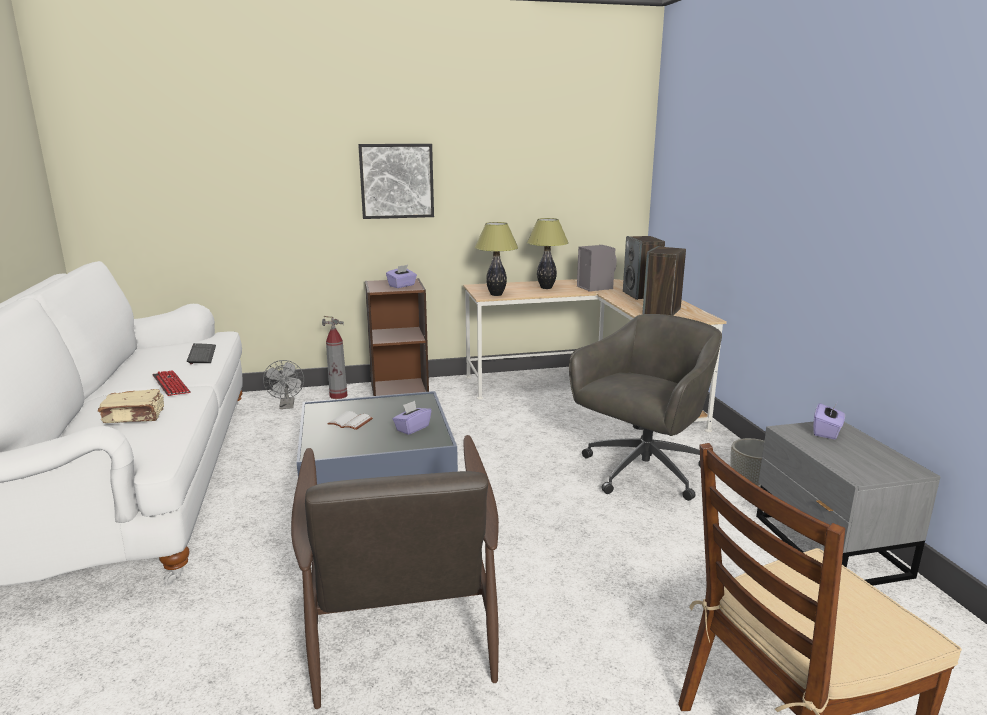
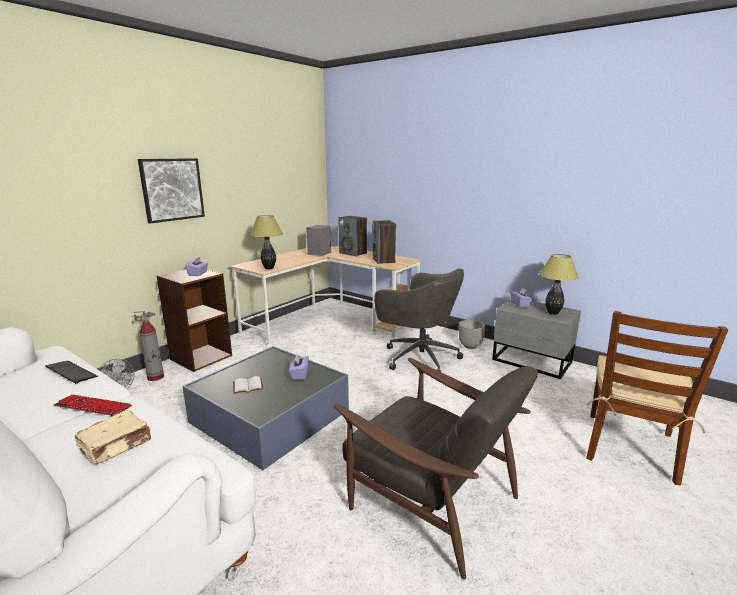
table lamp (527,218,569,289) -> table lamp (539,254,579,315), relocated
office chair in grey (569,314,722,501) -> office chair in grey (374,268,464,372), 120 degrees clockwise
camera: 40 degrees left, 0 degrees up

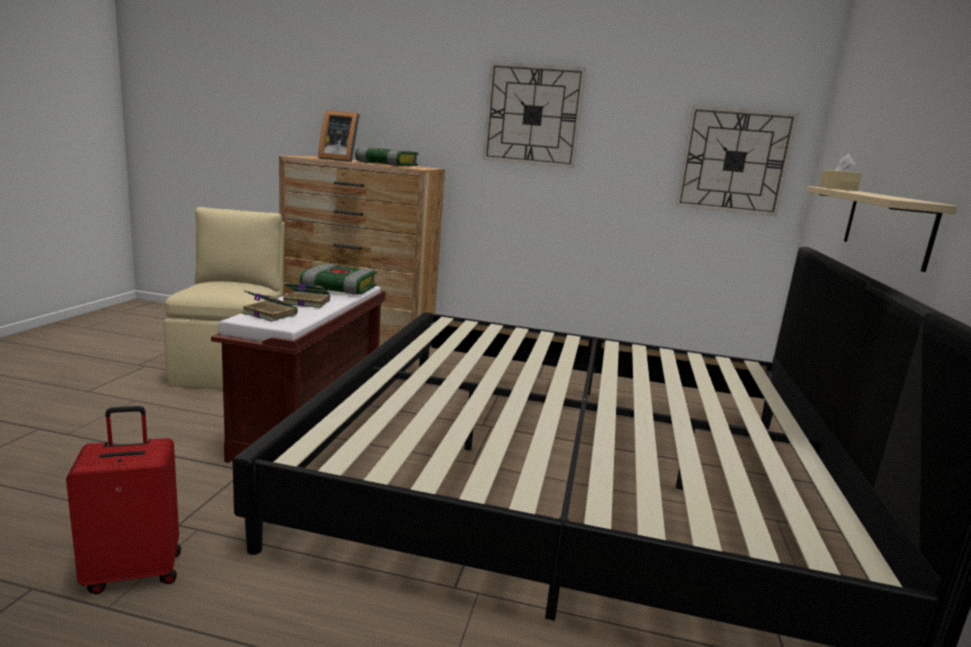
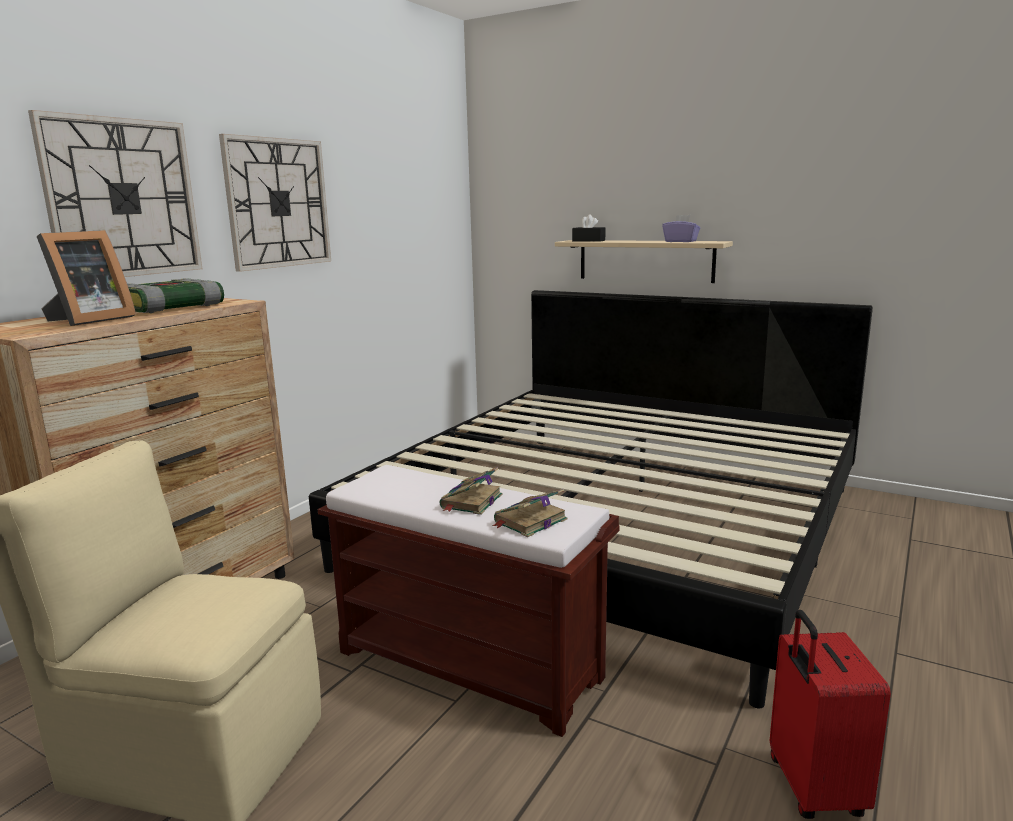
wall clock (675,105,799,217) -> wall clock (28,110,202,277), relocated
tissue box in beige (819,154,862,191) -> tissue box in black (572,214,605,242)
book (300,263,377,295) -> none
none -> tissue box in purple (662,215,700,242)
camera: 70 degrees left, 0 degrees up

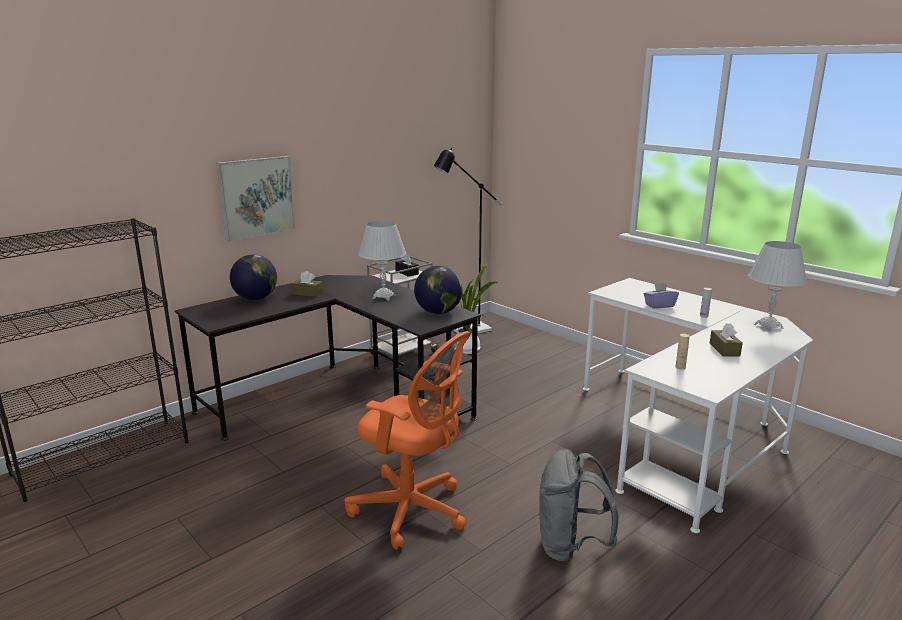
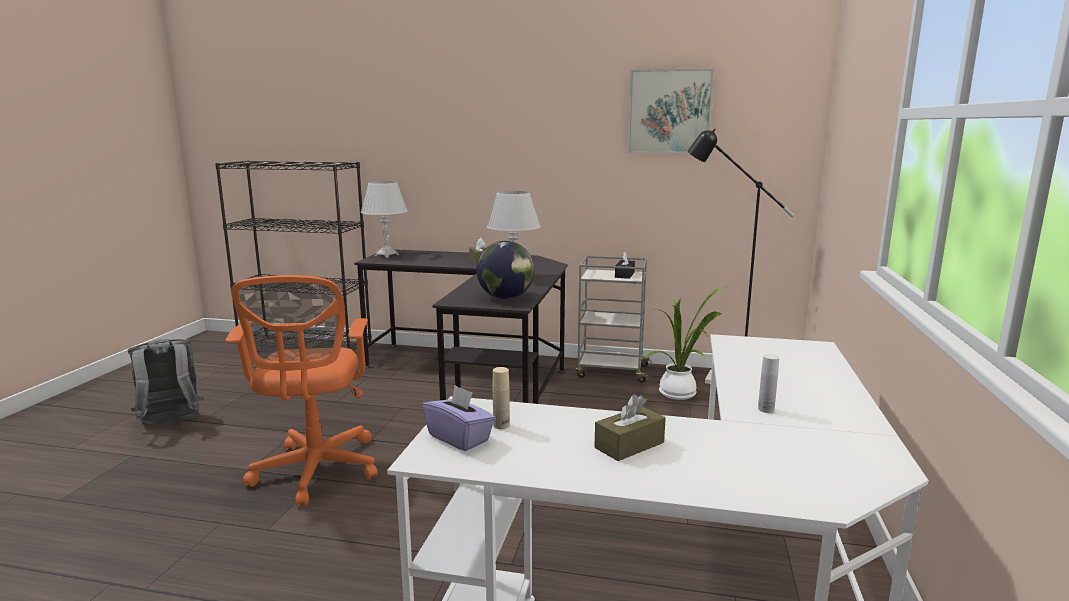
picture (216,156,296,242) -> picture (628,68,714,153), relocated
table lamp in white (748,241,807,331) -> table lamp in white (361,181,408,258), relocated
globe (230,254,277,300) -> none
tissue box in purple (644,282,679,309) -> tissue box in purple (422,385,496,451), relocated
backpack in grey (539,449,618,564) -> backpack in grey (128,339,204,425), relocated
camera: 55 degrees right, 5 degrees down

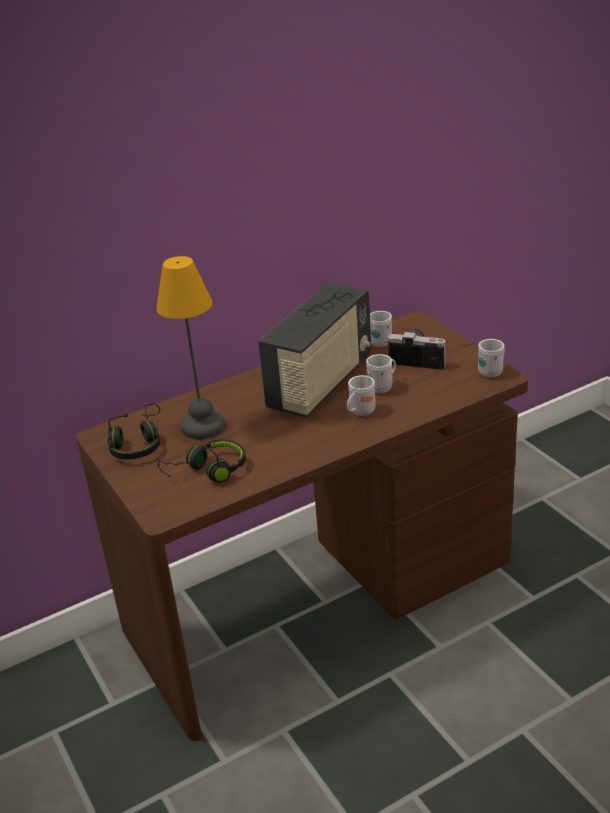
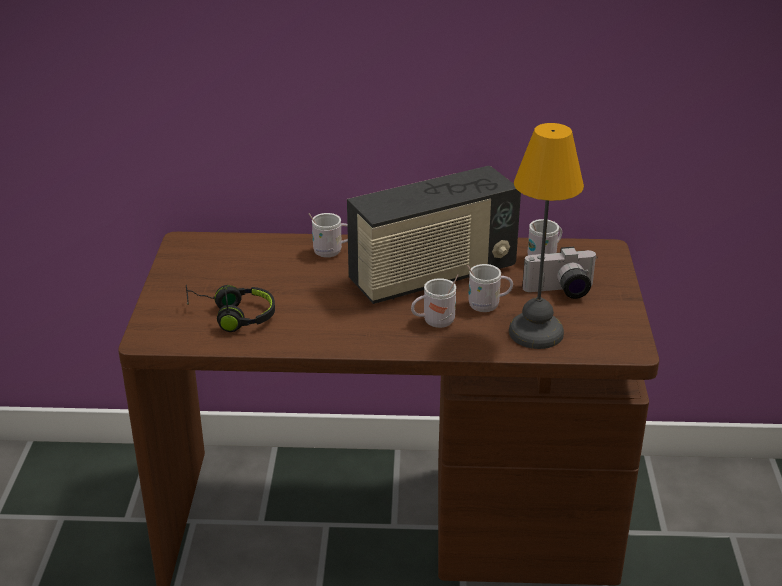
table lamp (156,256,225,439) -> table lamp (509,123,584,349), relocated
photo camera (387,329,447,370) -> photo camera (523,247,598,299), 120 degrees clockwise
mug in white (478,339,505,378) -> mug in white (308,213,348,258), relocated
headphones in black (107,403,160,460) -> none
camera: 30 degrees right, 0 degrees up

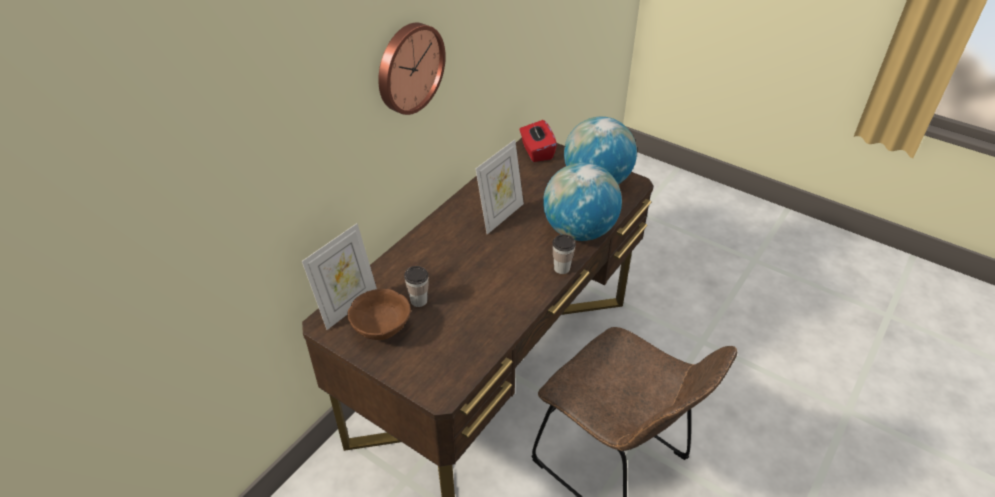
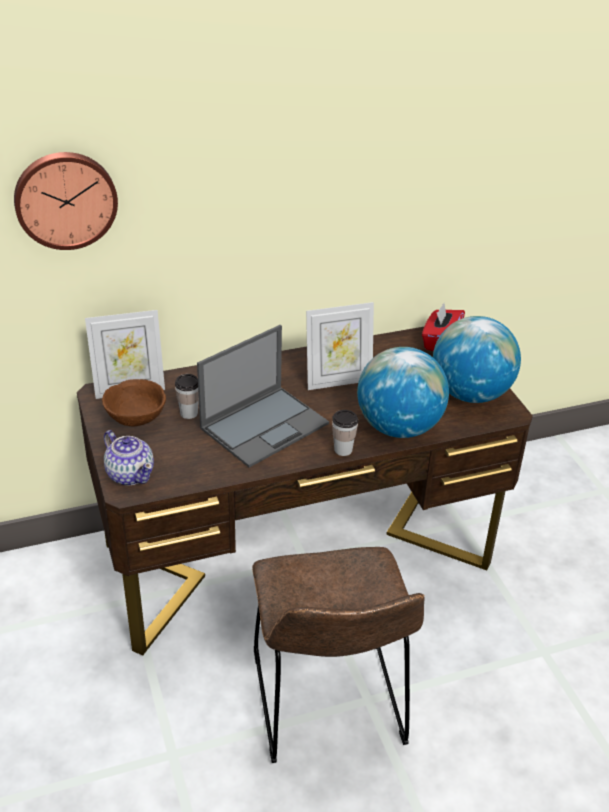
wall clock (378,23,446,115) -> wall clock (14,152,118,250), relocated
none -> laptop (197,325,329,468)
none -> teapot (104,430,154,486)
camera: 35 degrees right, 5 degrees down

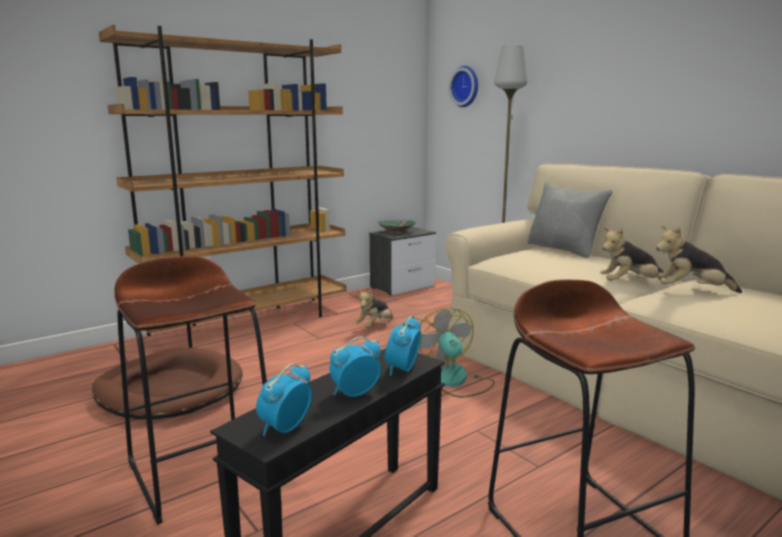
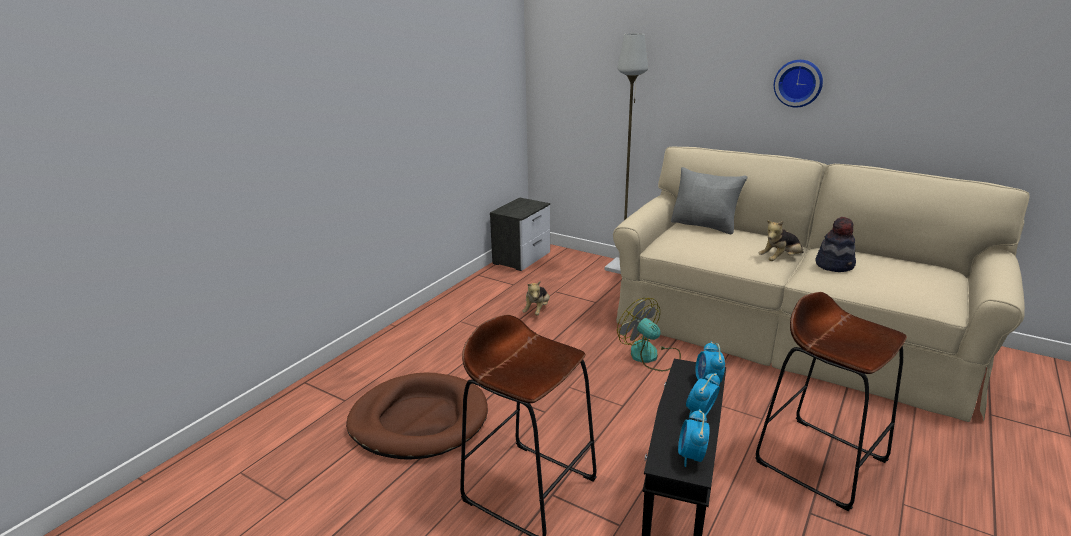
bookcase in brown (99,25,346,348) -> none
wall clock (449,66,478,107) -> wall clock (774,60,823,107), relocated
bowl in green (378,220,415,234) -> none
plush toy (656,225,742,293) -> hat (815,217,856,272)
camera: 20 degrees left, 10 degrees up

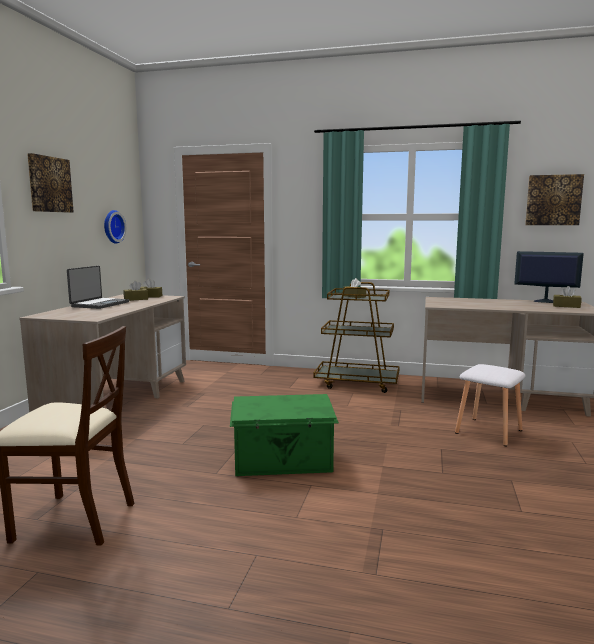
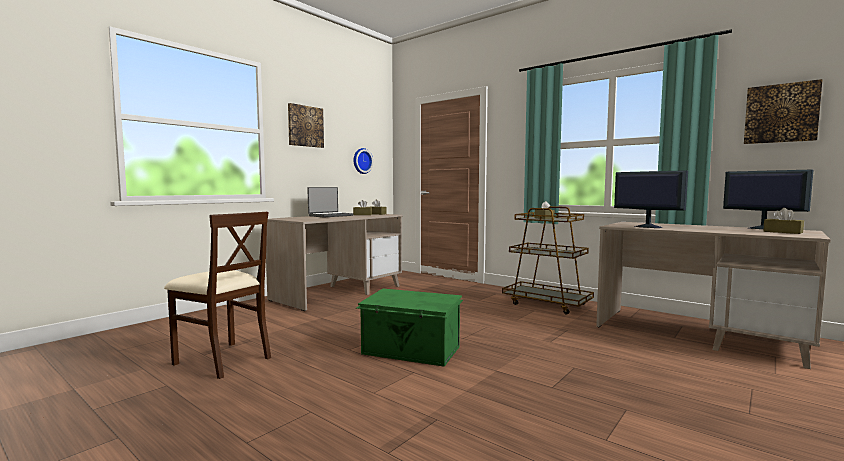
stool in white (455,364,525,446) -> none
none -> monitor (614,170,688,228)
camera: 25 degrees right, 5 degrees down

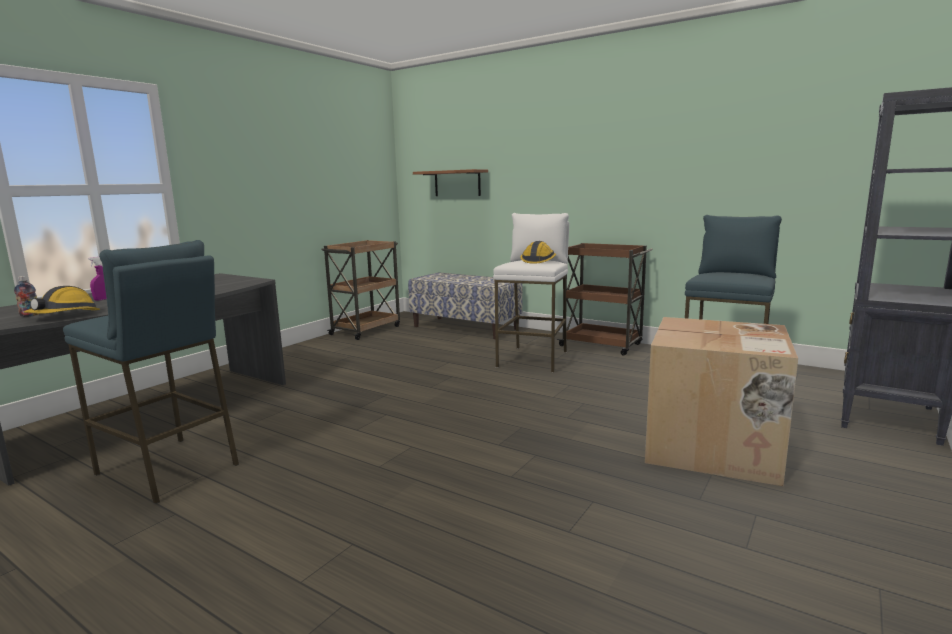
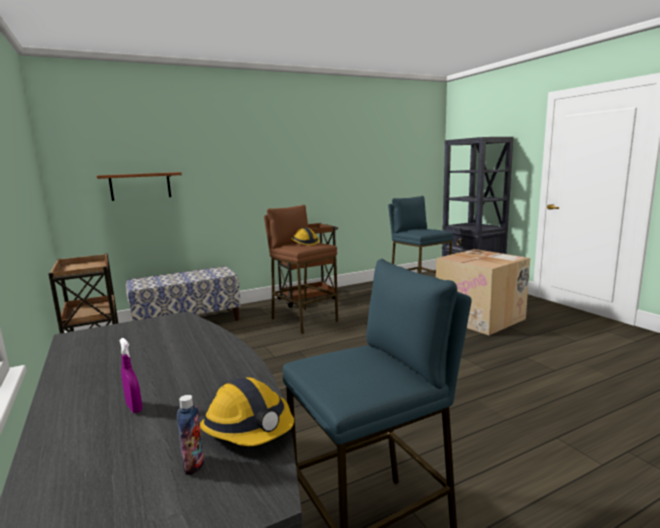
stool in white (493,213,569,373) -> stool in brown (264,205,338,334)
camera: 60 degrees left, 0 degrees up

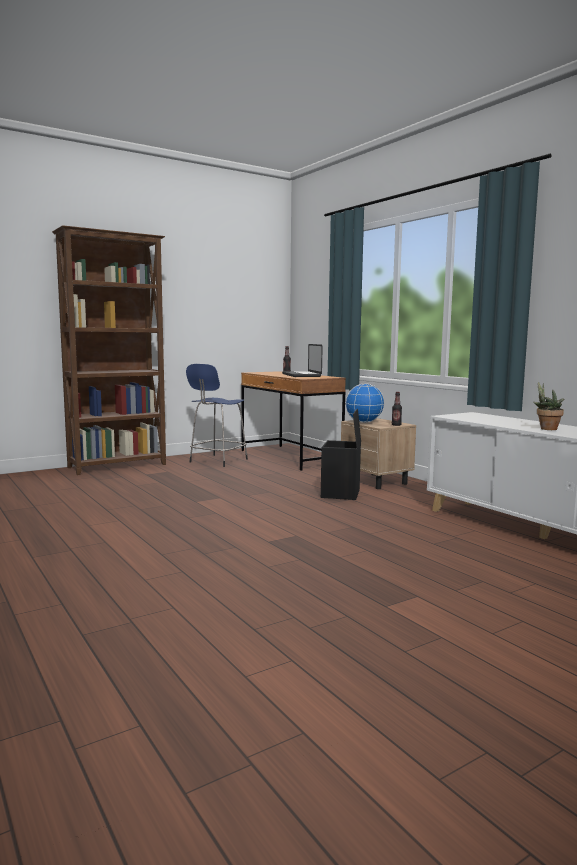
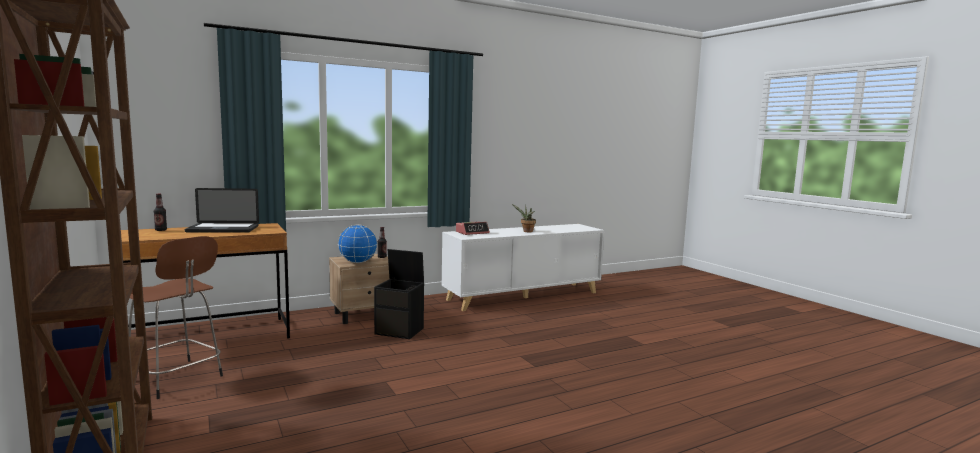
stool in blue (186,364,248,467) -> stool in brown (129,236,223,399)
none -> alarm clock (456,222,490,235)
camera: 85 degrees left, 0 degrees up

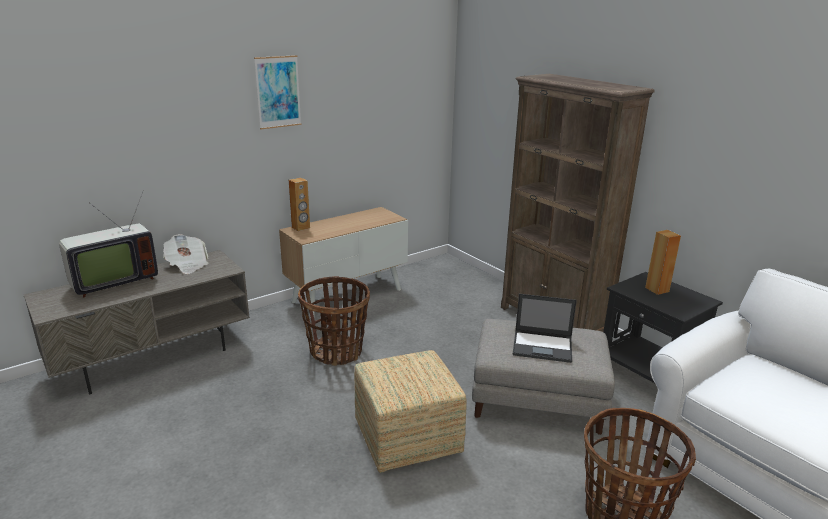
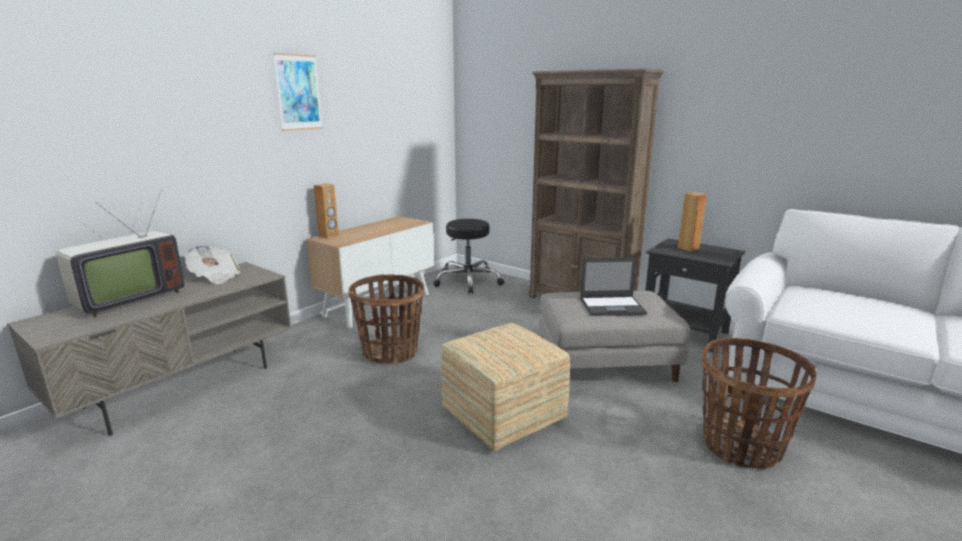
none -> stool in black (433,219,504,294)
camera: 15 degrees left, 5 degrees down

